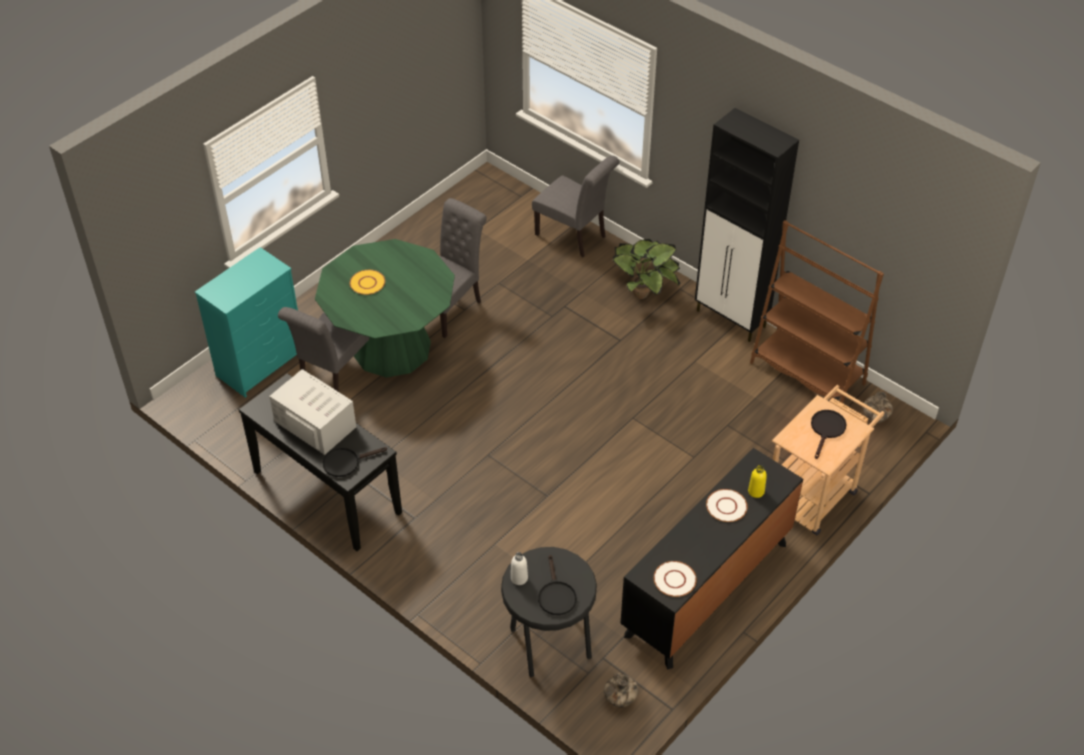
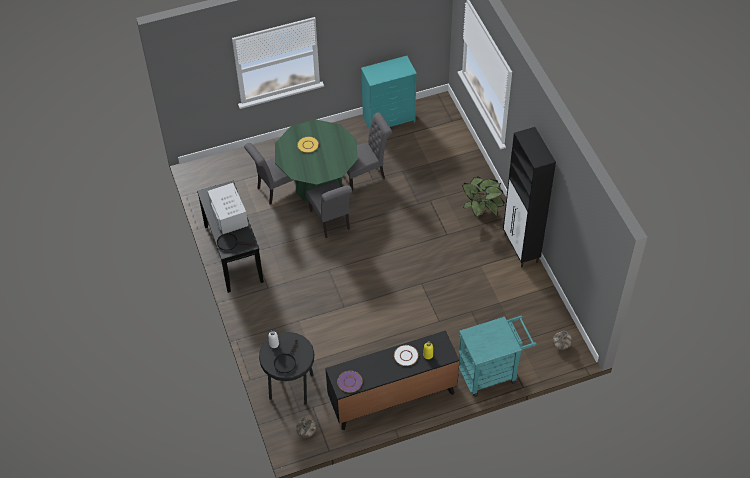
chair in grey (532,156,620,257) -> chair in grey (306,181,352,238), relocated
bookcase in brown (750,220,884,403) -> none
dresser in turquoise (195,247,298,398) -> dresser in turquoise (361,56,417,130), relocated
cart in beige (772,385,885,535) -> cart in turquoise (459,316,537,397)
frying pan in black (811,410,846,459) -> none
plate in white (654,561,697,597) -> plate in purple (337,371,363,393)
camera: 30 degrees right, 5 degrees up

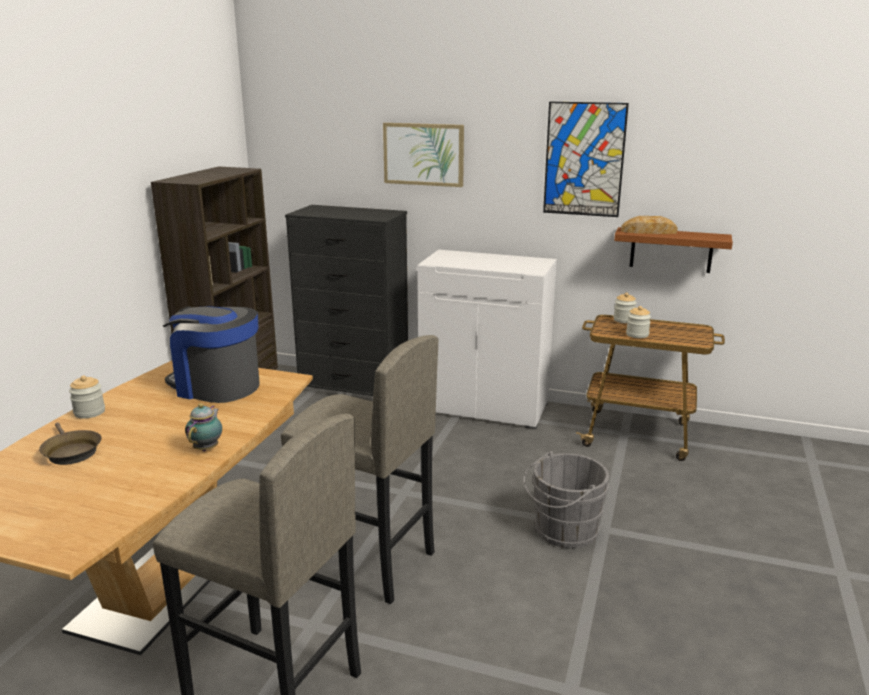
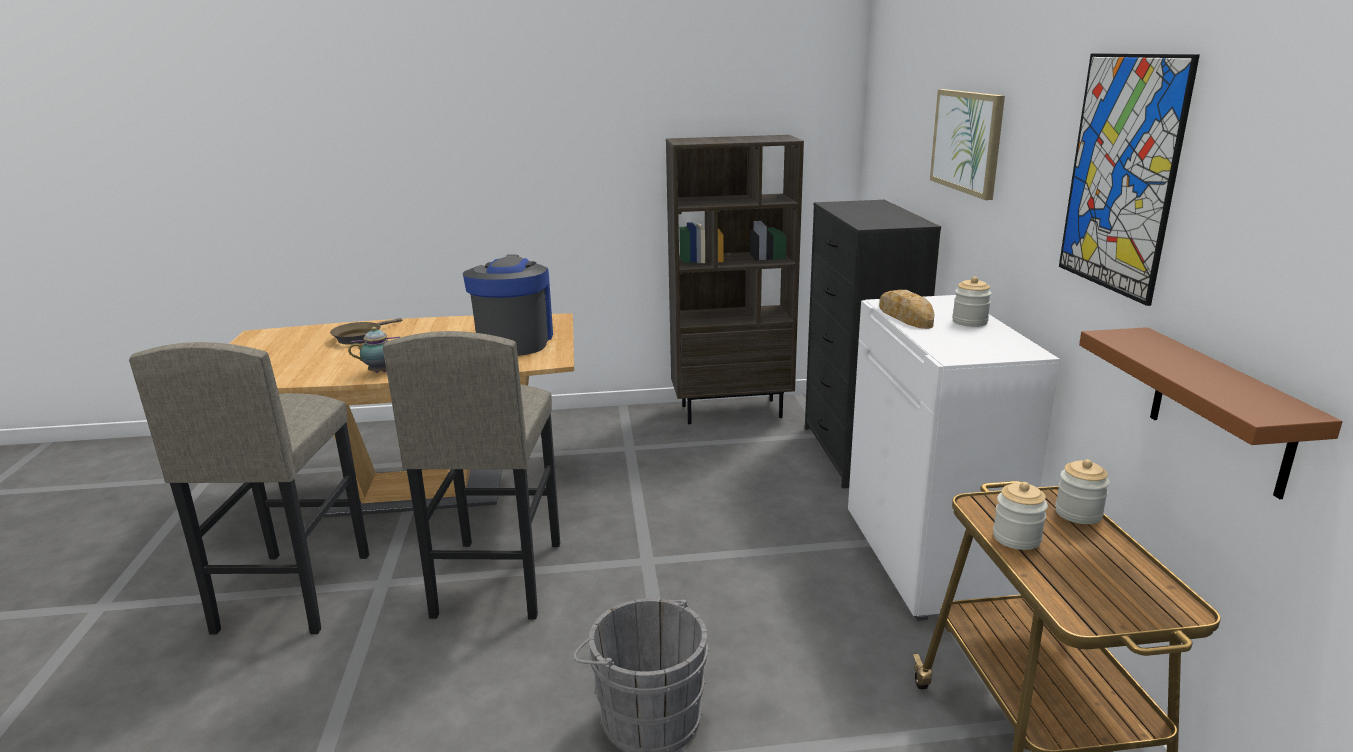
bread (621,216,678,234) -> bread (879,290,935,329), relocated
jar (69,375,105,419) -> jar (952,276,992,327), relocated
camera: 65 degrees right, 0 degrees up

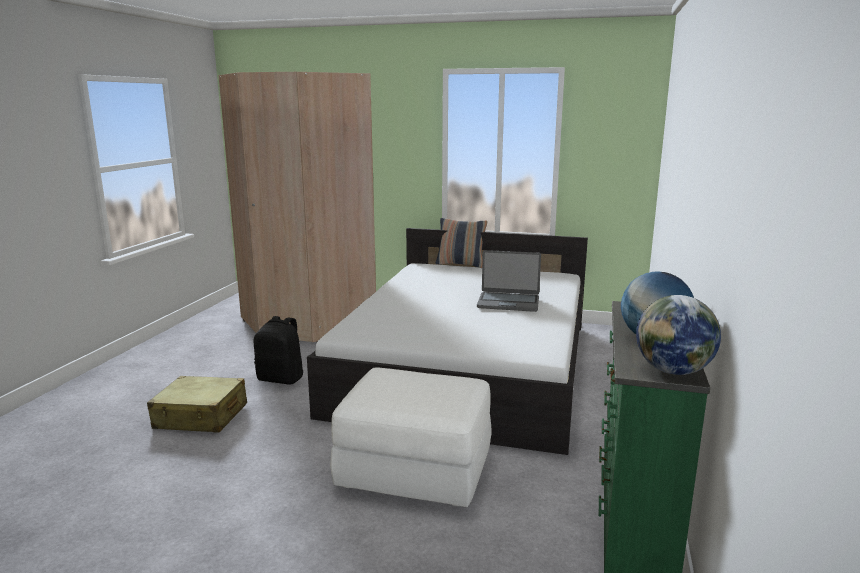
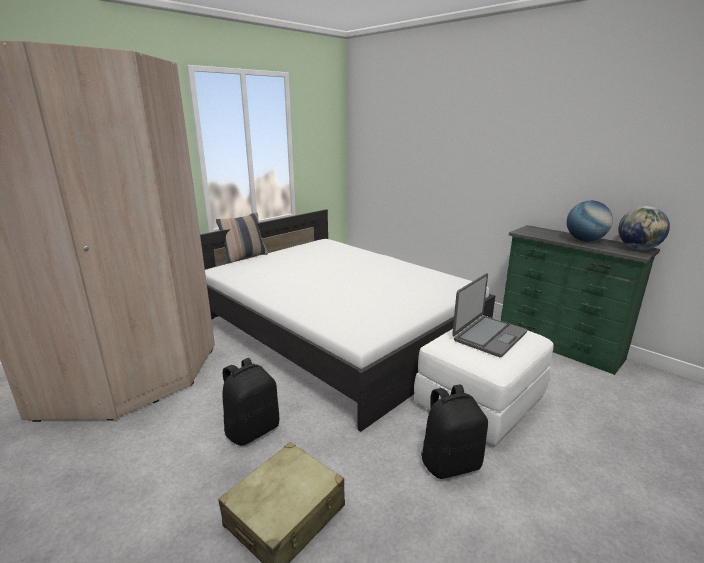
laptop (477,250,541,312) -> laptop (452,273,527,357), relocated
none -> backpack in black (421,385,488,479)
camera: 60 degrees left, 5 degrees up

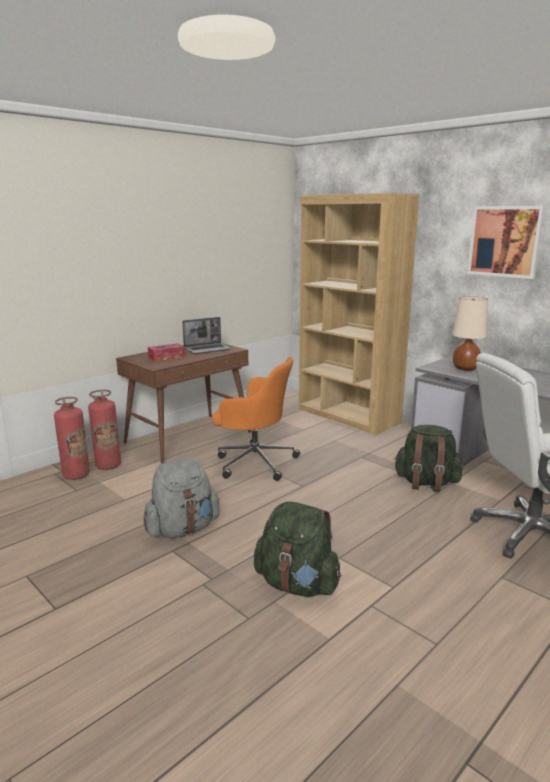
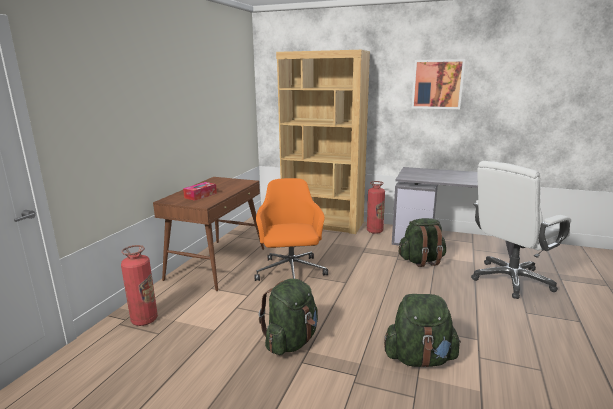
table lamp in beige (452,296,488,371) -> none
laptop (182,317,232,354) -> none
office chair in orange (212,357,300,481) -> office chair in orange (255,178,328,281), 90 degrees counterclockwise
fire extinguisher (88,390,121,470) -> fire extinguisher (367,181,385,234), relocated
backpack in grey (143,458,220,538) -> backpack in green (258,278,318,355)
camera: 25 degrees left, 0 degrees up

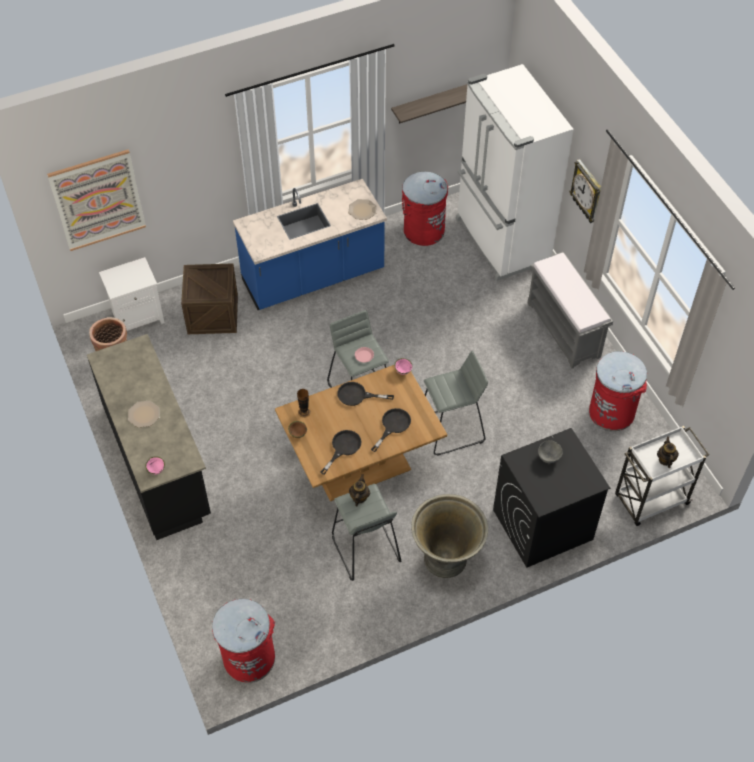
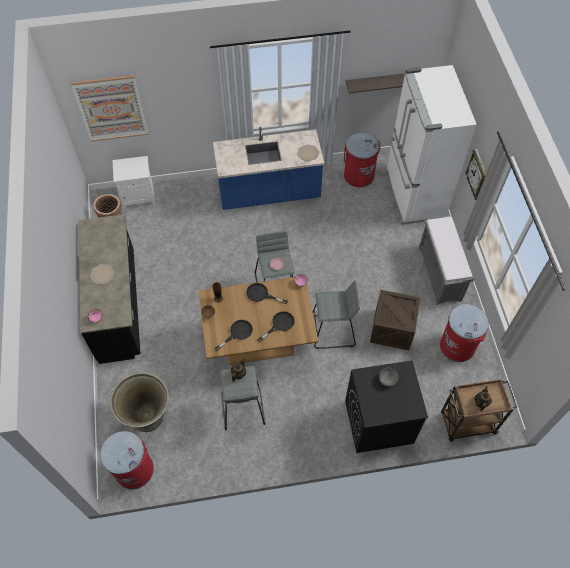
crate (181,263,238,334) -> crate (370,290,421,350), relocated
cart in white (615,426,709,526) -> cart in brown (441,379,517,441)
planter in grey (411,494,488,578) -> planter in grey (110,372,169,432), relocated
camera: 15 degrees right, 5 degrees up

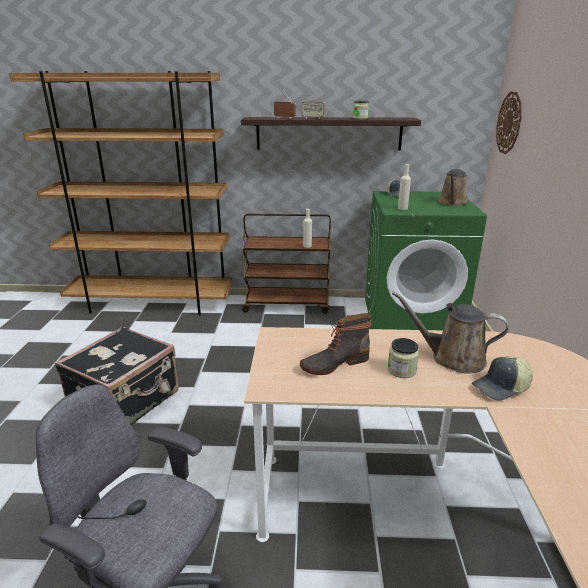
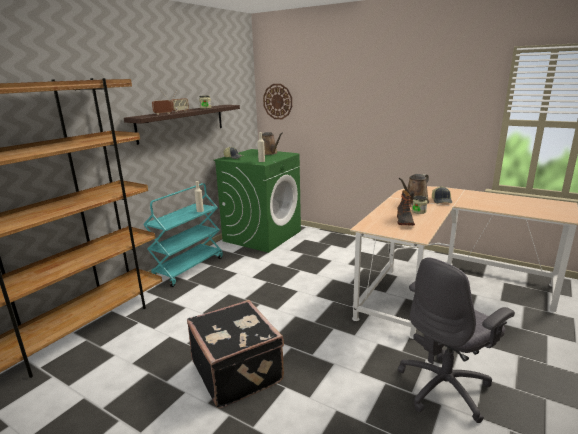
cart in brown (242,214,331,314) -> cart in turquoise (143,183,223,287)
camera: 60 degrees left, 5 degrees down

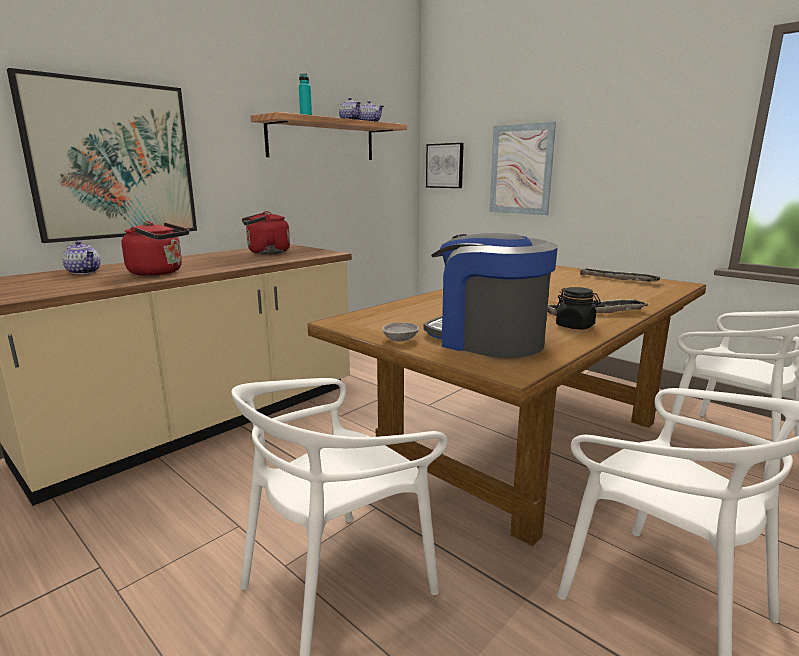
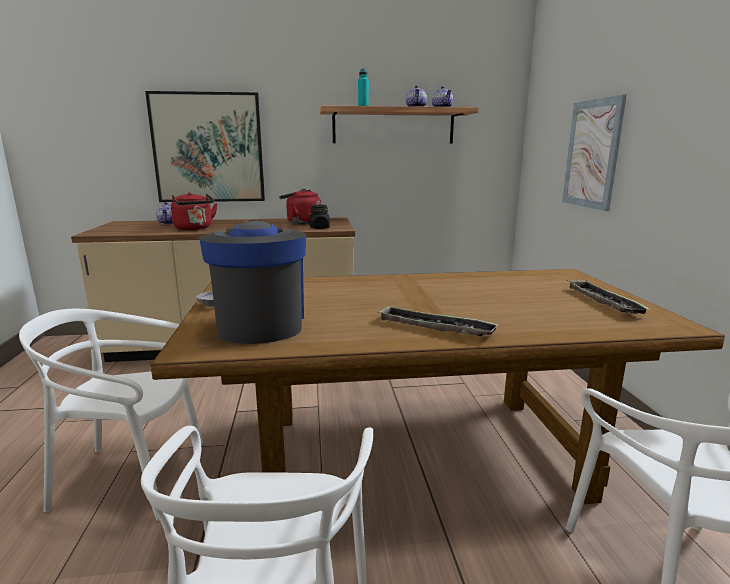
picture (426,143,464,188) -> none
jar in black (556,287,601,330) -> jar in black (309,205,330,229), relocated
camera: 40 degrees right, 0 degrees up

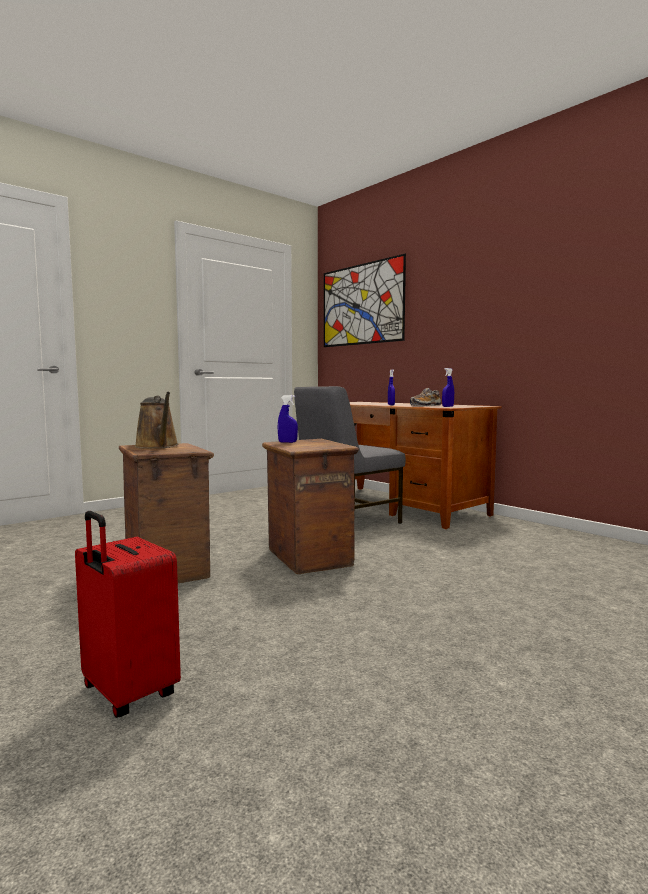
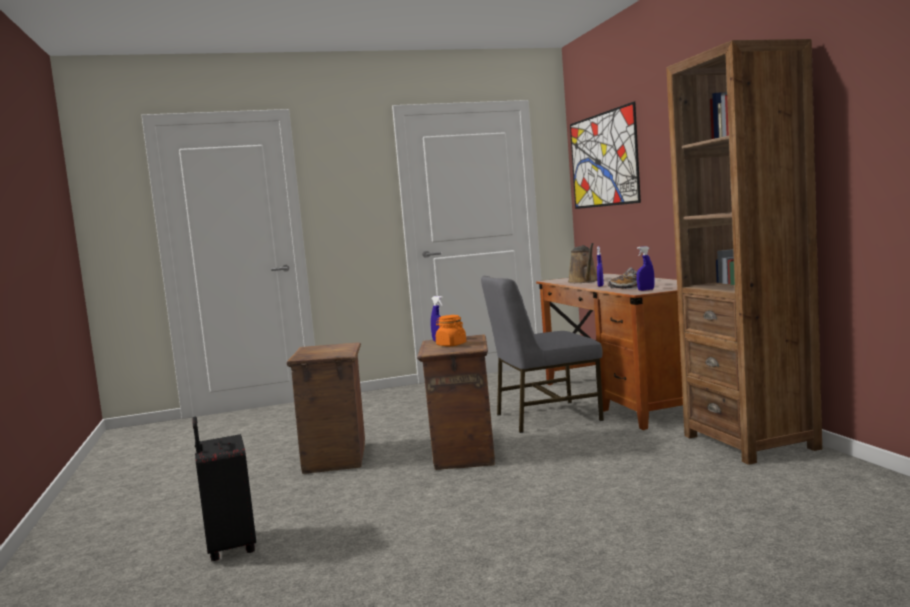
watering can in brown (134,392,179,449) -> watering can in brown (568,243,597,283), relocated
suitcase in red (75,511,181,718) -> suitcase in black (192,417,256,561)
none -> bookcase in brown (666,39,822,465)
none -> jar in orange (436,315,466,347)
camera: 25 degrees right, 0 degrees up

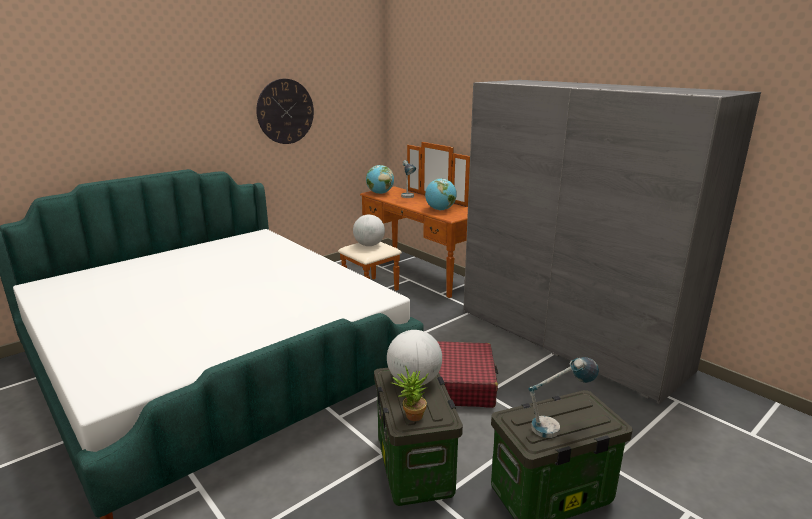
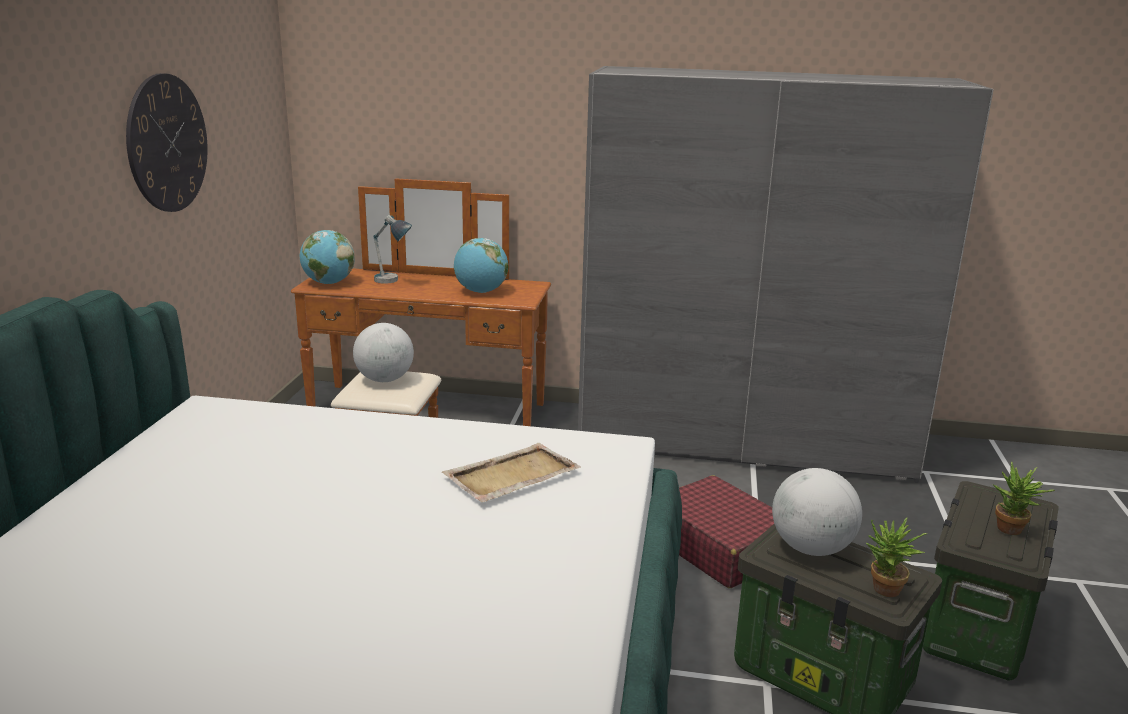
table lamp (529,357,599,438) -> potted plant (994,462,1055,535)
none -> tray in beige (442,443,581,502)
camera: 40 degrees left, 0 degrees up

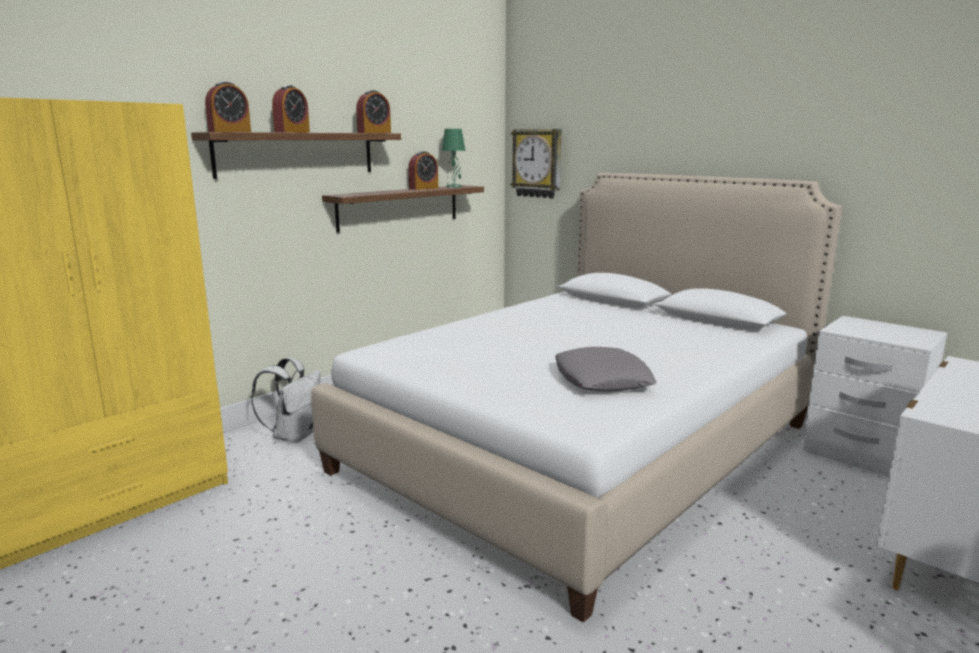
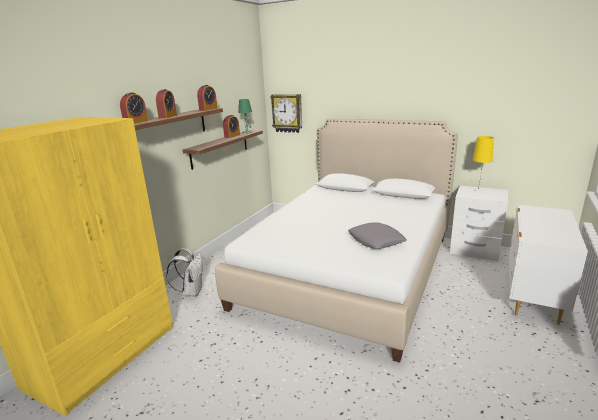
none -> table lamp in yellow (473,136,494,191)
camera: 15 degrees left, 5 degrees up

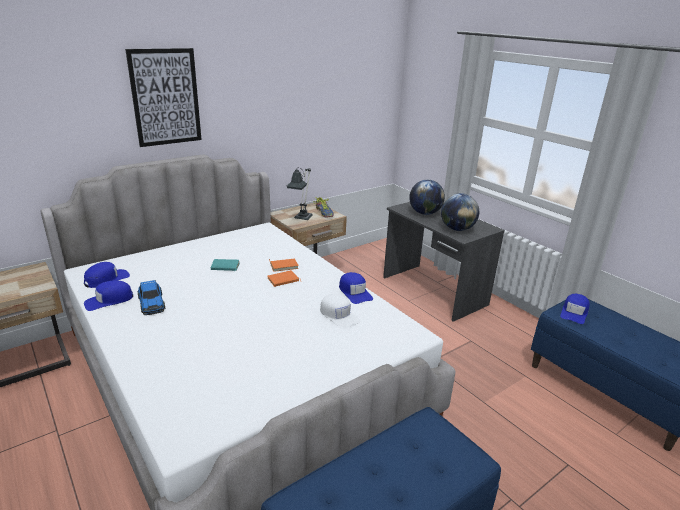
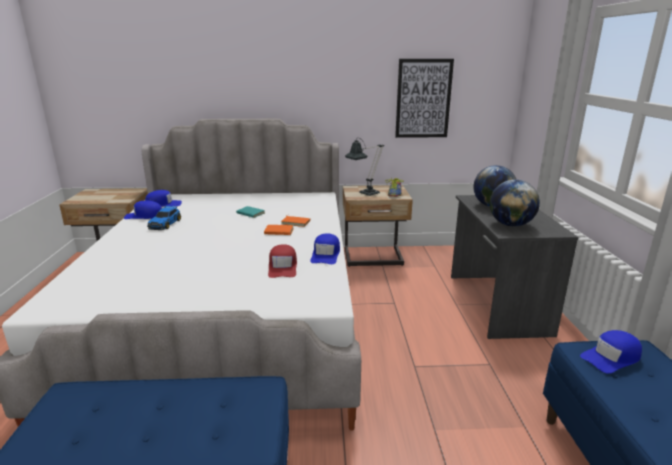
picture (125,48,202,147) -> picture (395,59,454,138), relocated
cap in white (320,294,361,329) -> cap in red (268,244,297,278)
camera: 35 degrees right, 5 degrees down

